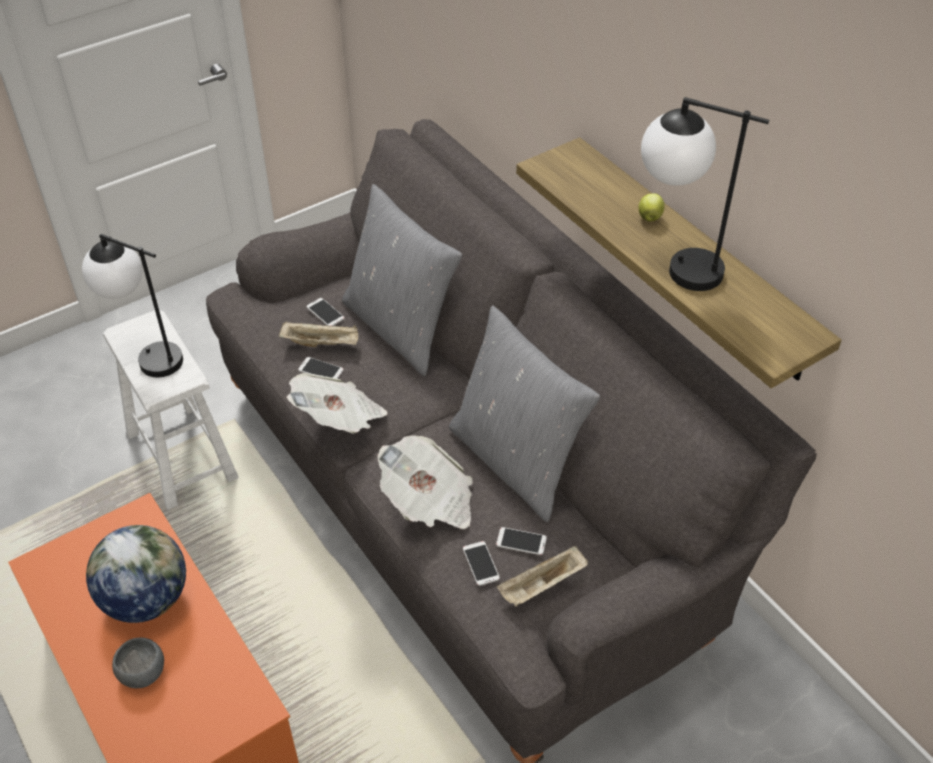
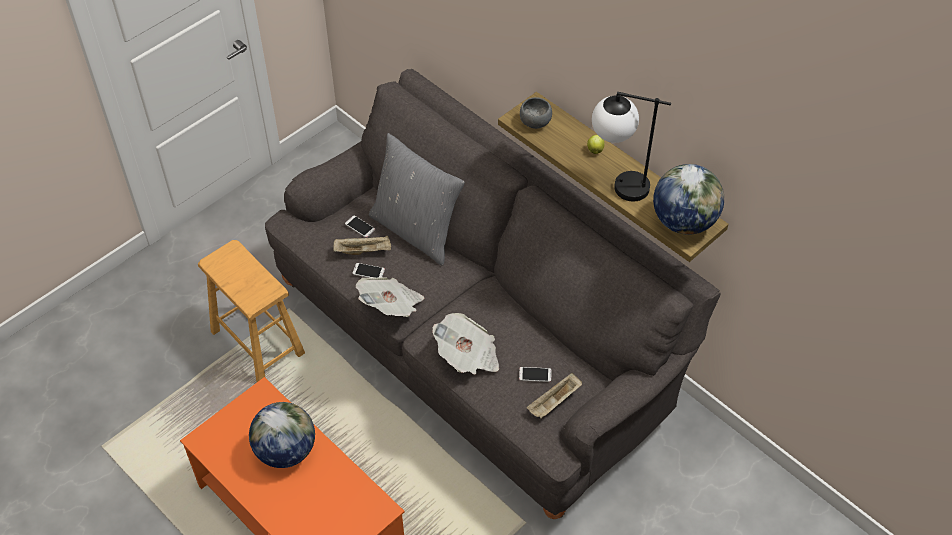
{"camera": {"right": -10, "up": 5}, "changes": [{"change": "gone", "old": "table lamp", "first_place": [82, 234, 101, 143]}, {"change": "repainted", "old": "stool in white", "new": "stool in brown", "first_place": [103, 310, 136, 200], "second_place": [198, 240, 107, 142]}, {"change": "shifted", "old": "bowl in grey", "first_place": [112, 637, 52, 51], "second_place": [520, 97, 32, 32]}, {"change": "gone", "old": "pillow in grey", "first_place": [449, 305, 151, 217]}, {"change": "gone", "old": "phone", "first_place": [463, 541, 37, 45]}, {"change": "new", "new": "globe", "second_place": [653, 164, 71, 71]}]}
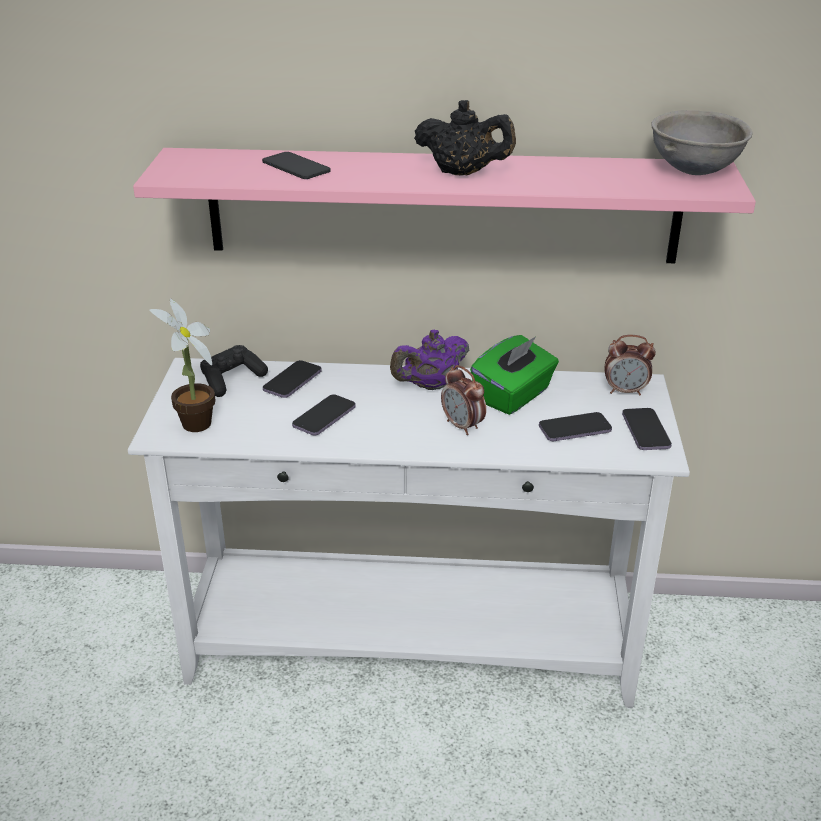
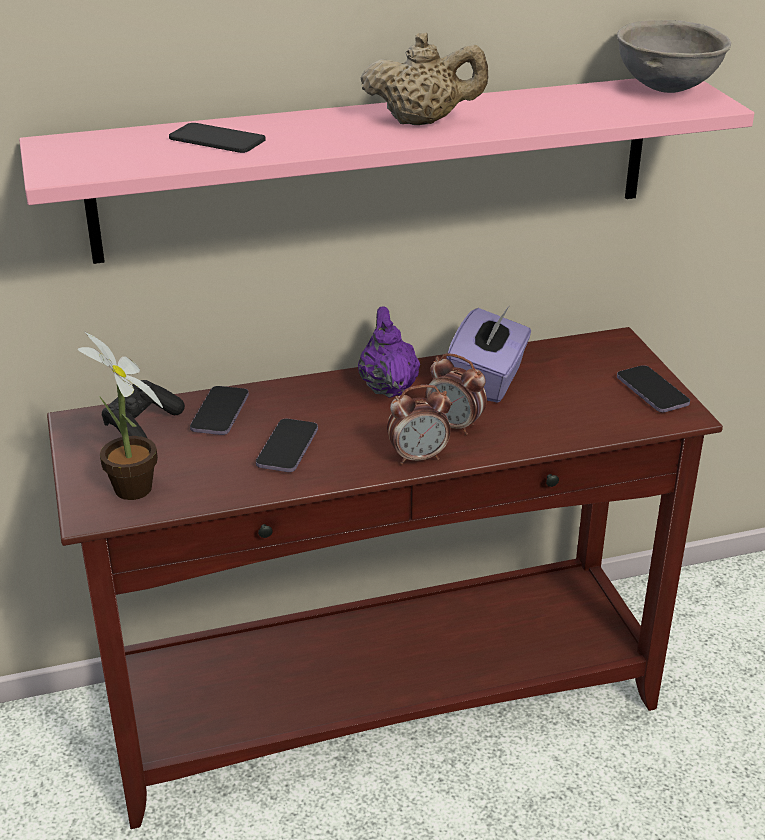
{"camera": {"right": -20, "up": 0}, "changes": [{"change": "repainted", "old": "console table in white", "new": "console table in brown", "first_place": [128, 358, 562, 350], "second_place": [47, 327, 676, 502]}, {"change": "rotated", "old": "teapot in purple", "first_place": [390, 330, 79, 60], "second_place": [358, 306, 62, 92], "degrees": 135}, {"change": "repainted", "old": "teapot in black", "new": "teapot in beige", "first_place": [414, 100, 102, 75], "second_place": [360, 33, 128, 92]}, {"change": "repainted", "old": "tissue box in green", "new": "tissue box in purple", "first_place": [470, 335, 89, 80], "second_place": [446, 305, 85, 98]}, {"change": "gone", "old": "phone", "first_place": [539, 412, 73, 29]}, {"change": "shifted", "old": "alarm clock", "first_place": [604, 335, 52, 61], "second_place": [387, 385, 64, 80]}]}
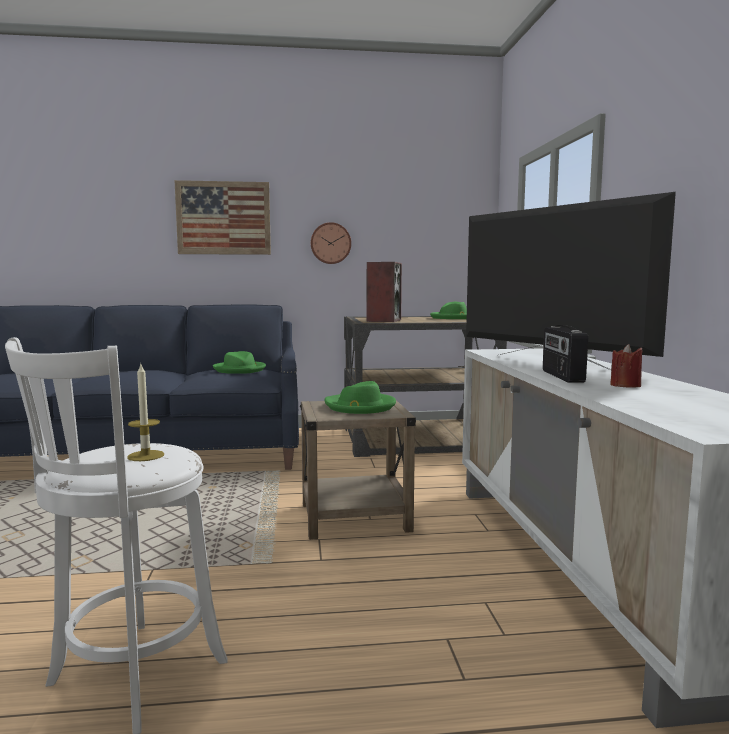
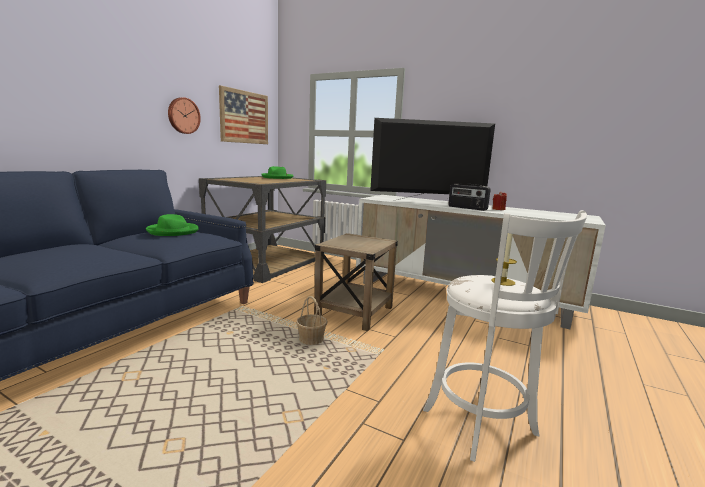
{"camera": {"right": -55, "up": 5}, "changes": [{"change": "shifted", "old": "picture", "first_place": [175, 180, 96, 75], "second_place": [219, 85, 49, 59]}, {"change": "gone", "old": "hat in green", "first_place": [325, 381, 71, 33]}, {"change": "gone", "old": "speaker", "first_place": [367, 262, 35, 60]}, {"change": "new", "new": "basket", "second_place": [296, 296, 32, 49]}]}
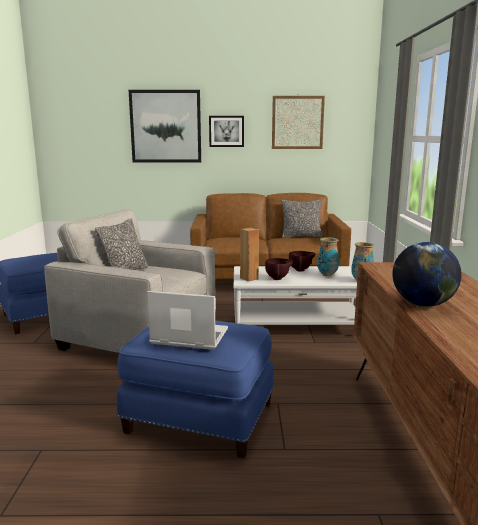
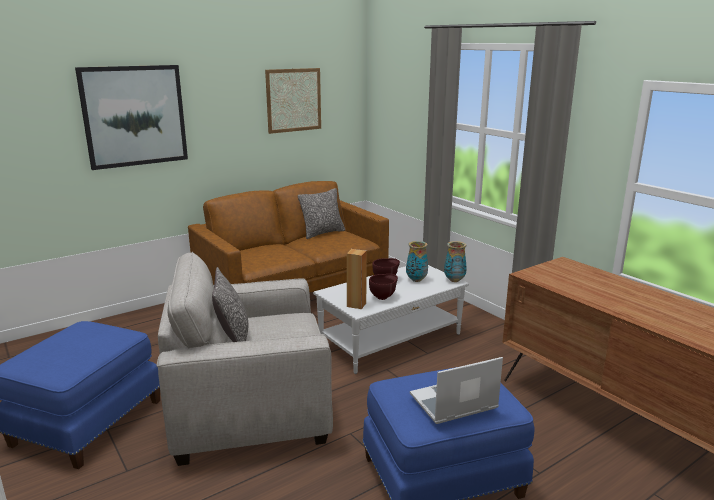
{"camera": {"right": -35, "up": 5}, "changes": [{"change": "gone", "old": "picture", "first_place": [209, 116, 35, 31]}, {"change": "gone", "old": "globe", "first_place": [392, 242, 69, 65]}]}
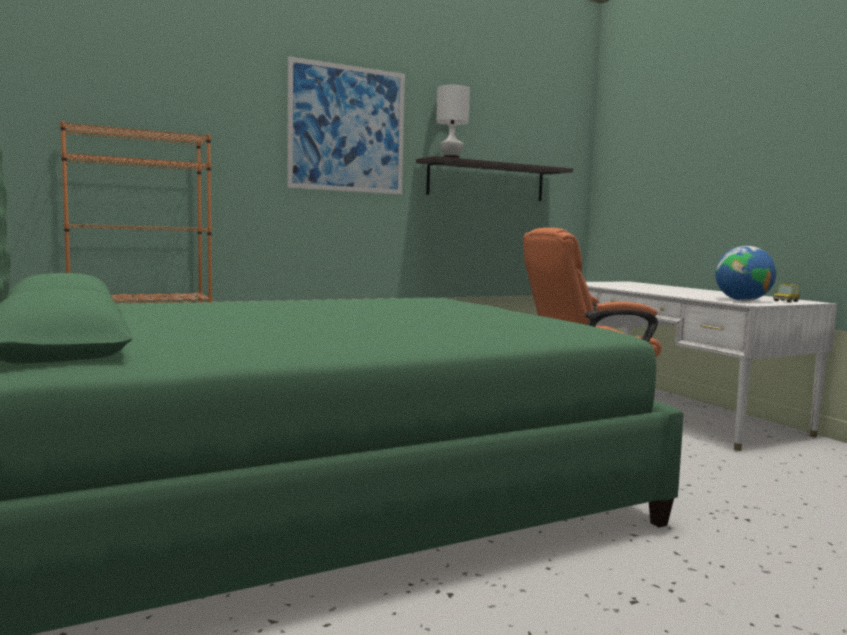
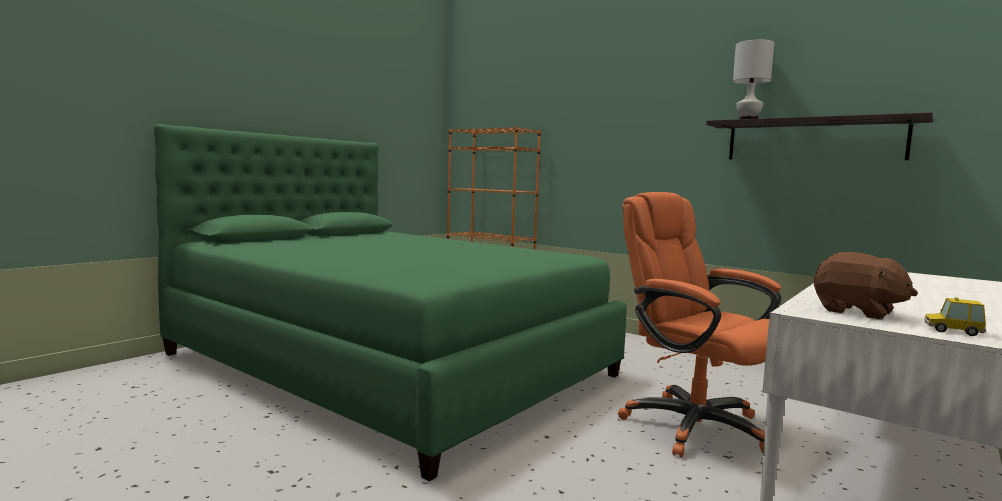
{"camera": {"right": 65, "up": 0}, "changes": [{"change": "gone", "old": "picture", "first_place": [287, 56, 118, 138]}, {"change": "swapped", "old": "globe", "new": "plush toy in brown", "first_place": [715, 246, 61, 55], "second_place": [814, 252, 104, 68]}]}
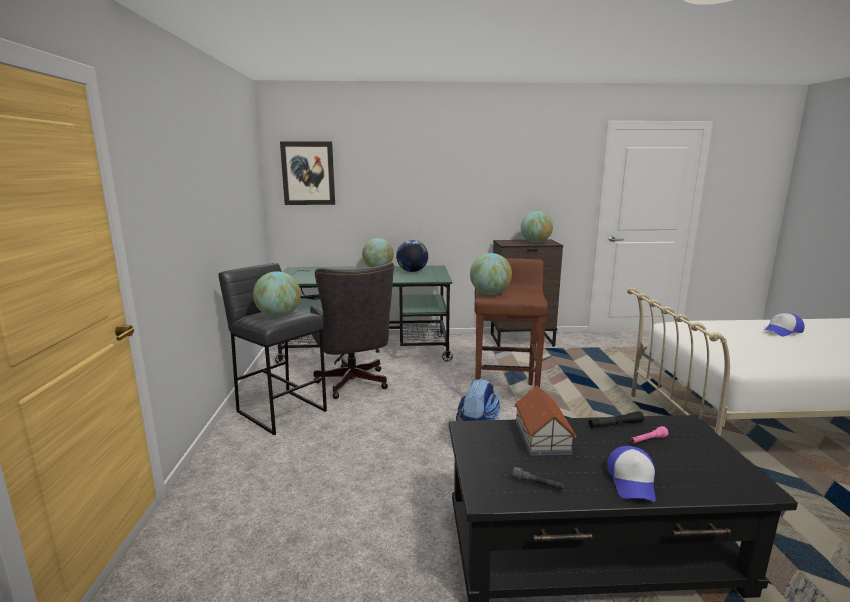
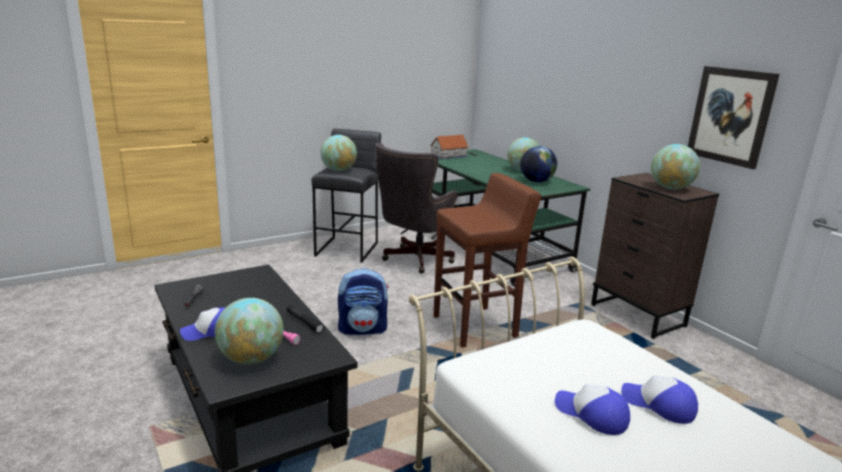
{"camera": {"right": 60, "up": 5}, "changes": [{"change": "shifted", "old": "picture", "first_place": [280, 141, 55, 64], "second_place": [688, 66, 91, 103]}, {"change": "shifted", "old": "globe", "first_place": [470, 253, 42, 42], "second_place": [215, 298, 69, 66]}, {"change": "shifted", "old": "toy house", "first_place": [515, 385, 62, 71], "second_place": [430, 135, 39, 25]}, {"change": "new", "new": "cap", "second_place": [555, 384, 75, 51]}]}
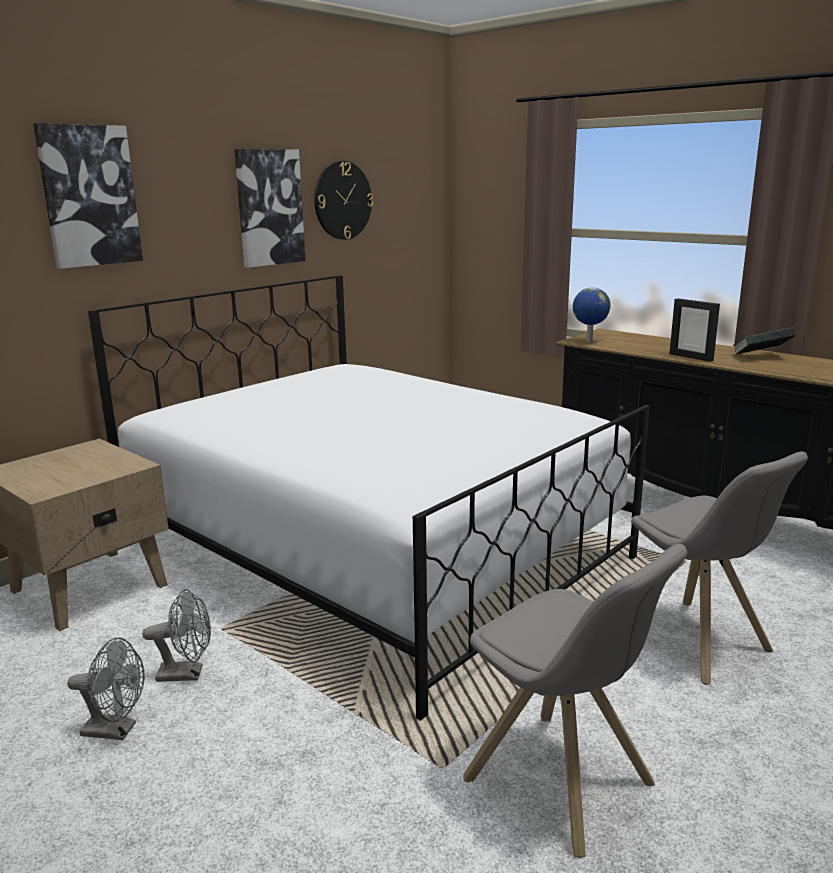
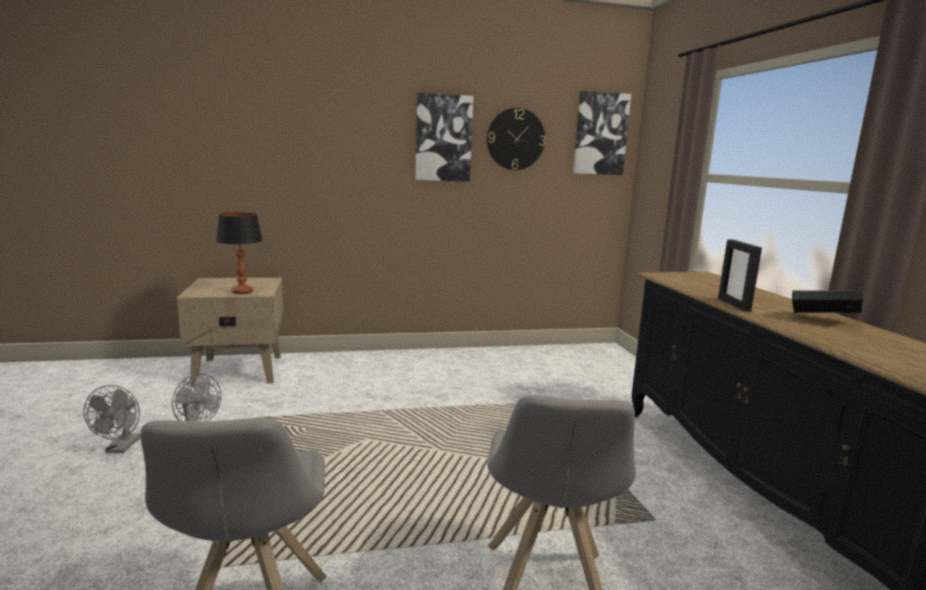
{"camera": {"right": 35, "up": -5}, "changes": [{"change": "shifted", "old": "picture", "first_place": [33, 123, 110, 146], "second_place": [573, 91, 58, 84]}, {"change": "rotated", "old": "fan in grey", "first_place": [67, 637, 78, 103], "second_place": [83, 385, 58, 68], "degrees": 45}, {"change": "gone", "old": "bed in white", "first_place": [88, 275, 562, 446]}, {"change": "gone", "old": "globe", "first_place": [573, 287, 38, 55]}, {"change": "new", "new": "table lamp", "second_place": [216, 213, 47, 81]}]}
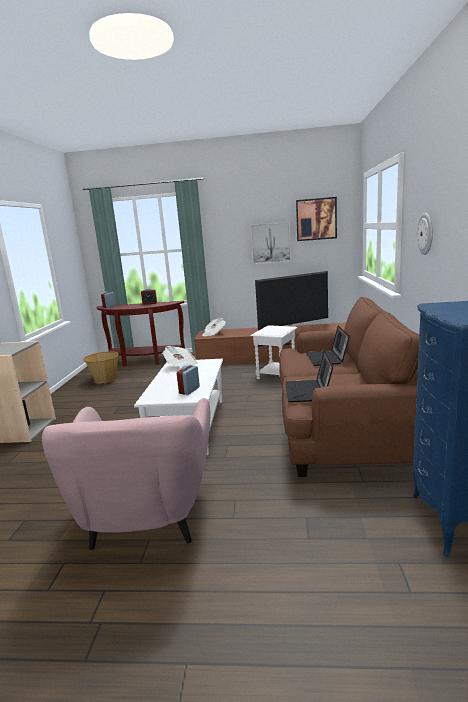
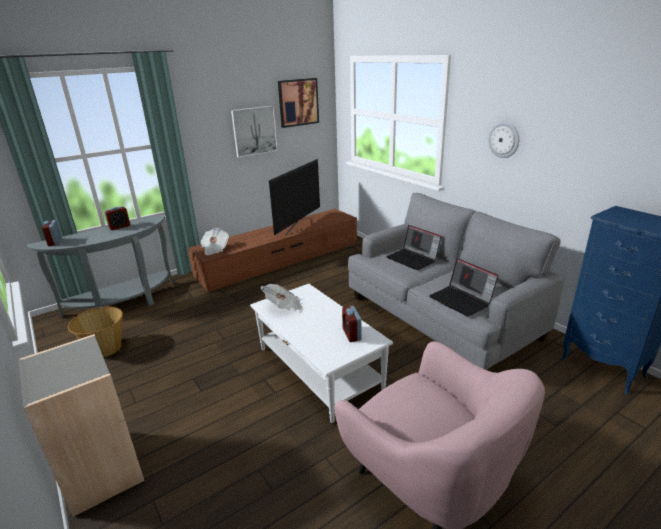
{"camera": {"right": -40, "up": 10}, "changes": [{"change": "repainted", "old": "console table in brown", "new": "console table in grey", "first_place": [97, 301, 88, 65], "second_place": [27, 215, 147, 103]}, {"change": "gone", "old": "side table in white", "first_place": [250, 325, 47, 54]}, {"change": "repainted", "old": "sofa in brown", "new": "sofa in grey", "first_place": [279, 297, 140, 180], "second_place": [348, 193, 216, 177]}]}
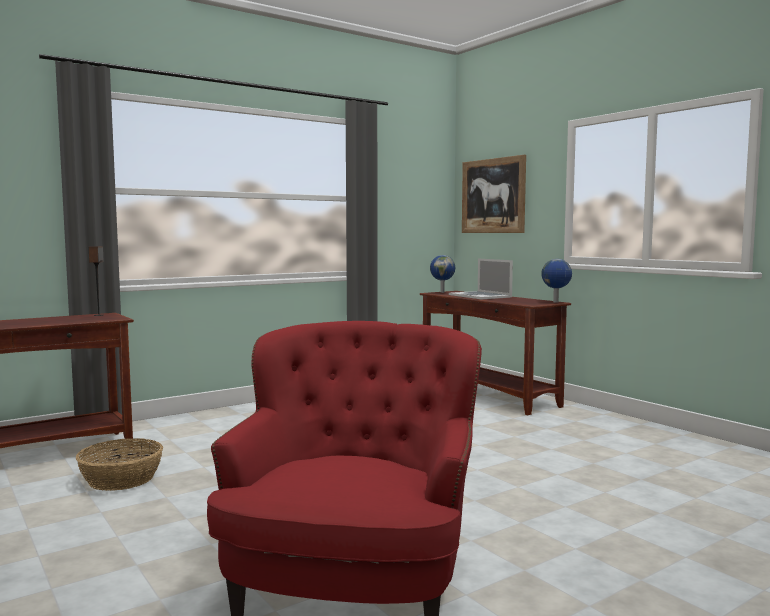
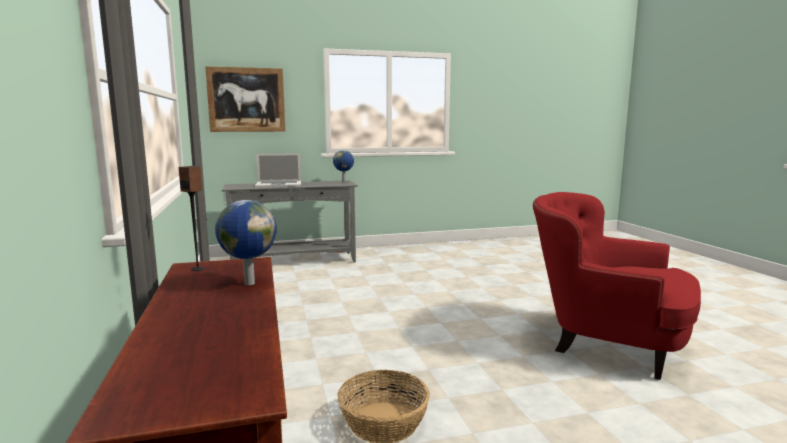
{"camera": {"right": -70, "up": 5}, "changes": [{"change": "repainted", "old": "console table in brown", "new": "console table in grey", "first_place": [420, 291, 151, 124], "second_place": [222, 180, 136, 82]}, {"change": "shifted", "old": "globe", "first_place": [430, 255, 25, 38], "second_place": [215, 200, 62, 85]}]}
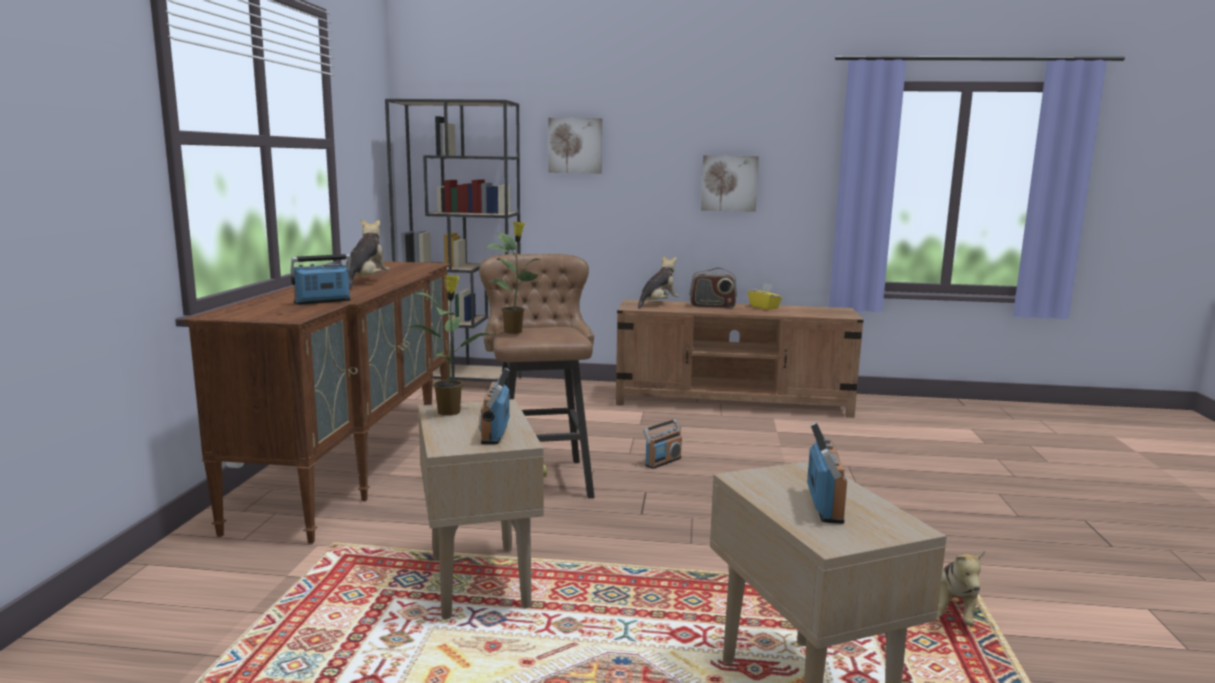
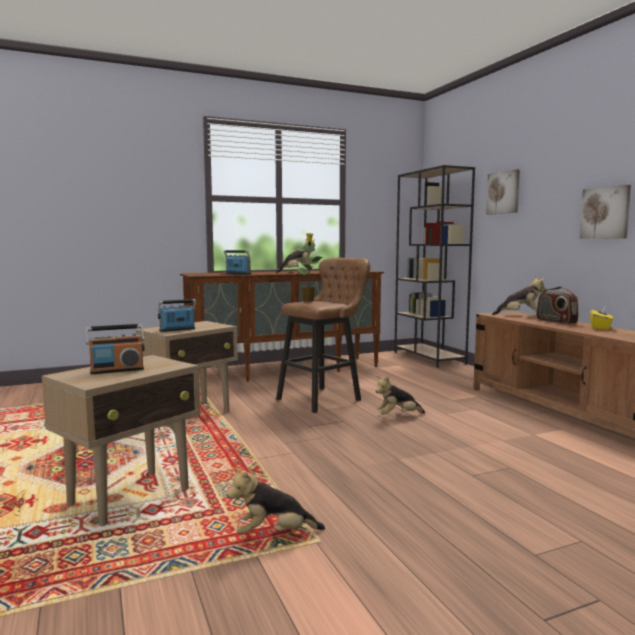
{"camera": {"right": 60, "up": -5}, "changes": [{"change": "gone", "old": "potted plant", "first_place": [405, 275, 90, 141]}, {"change": "swapped", "old": "radio", "new": "plush toy", "first_place": [643, 419, 39, 50], "second_place": [376, 376, 49, 38]}]}
